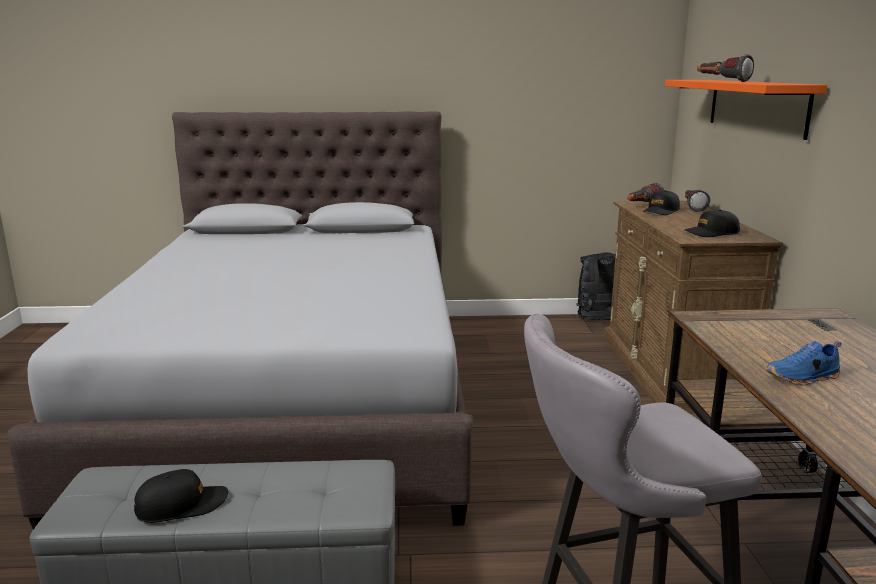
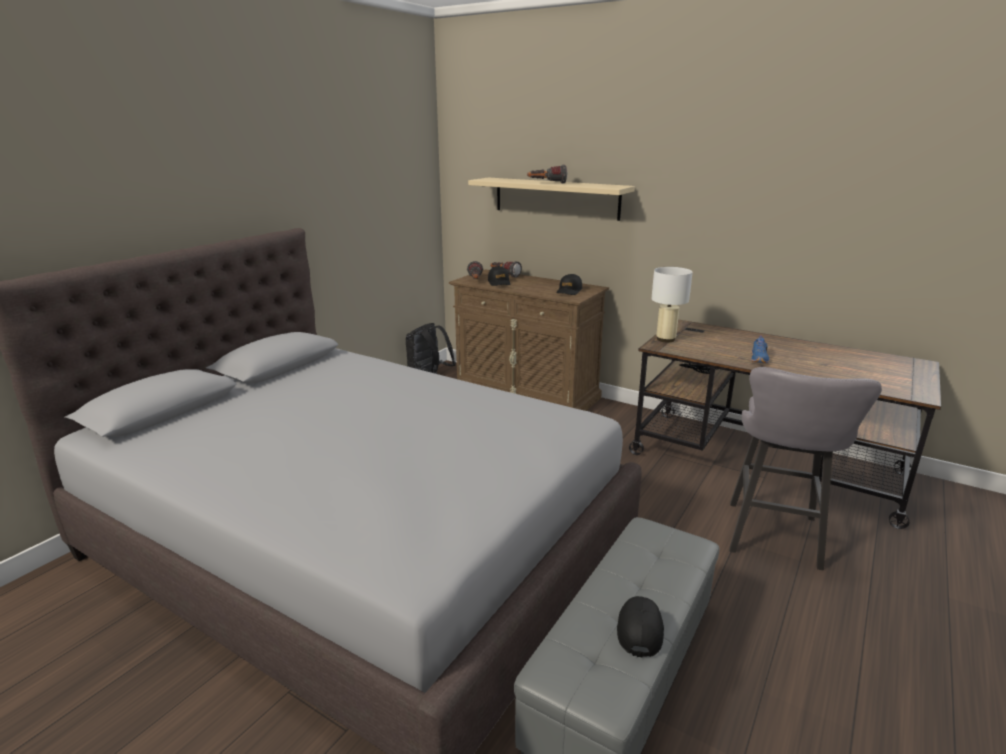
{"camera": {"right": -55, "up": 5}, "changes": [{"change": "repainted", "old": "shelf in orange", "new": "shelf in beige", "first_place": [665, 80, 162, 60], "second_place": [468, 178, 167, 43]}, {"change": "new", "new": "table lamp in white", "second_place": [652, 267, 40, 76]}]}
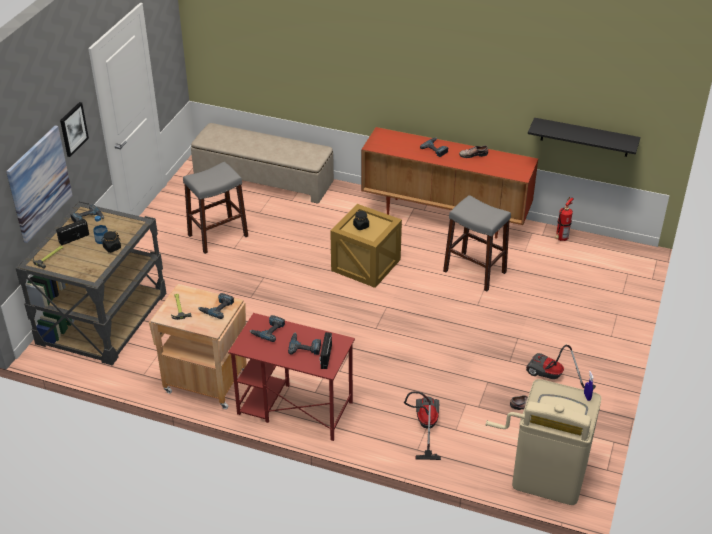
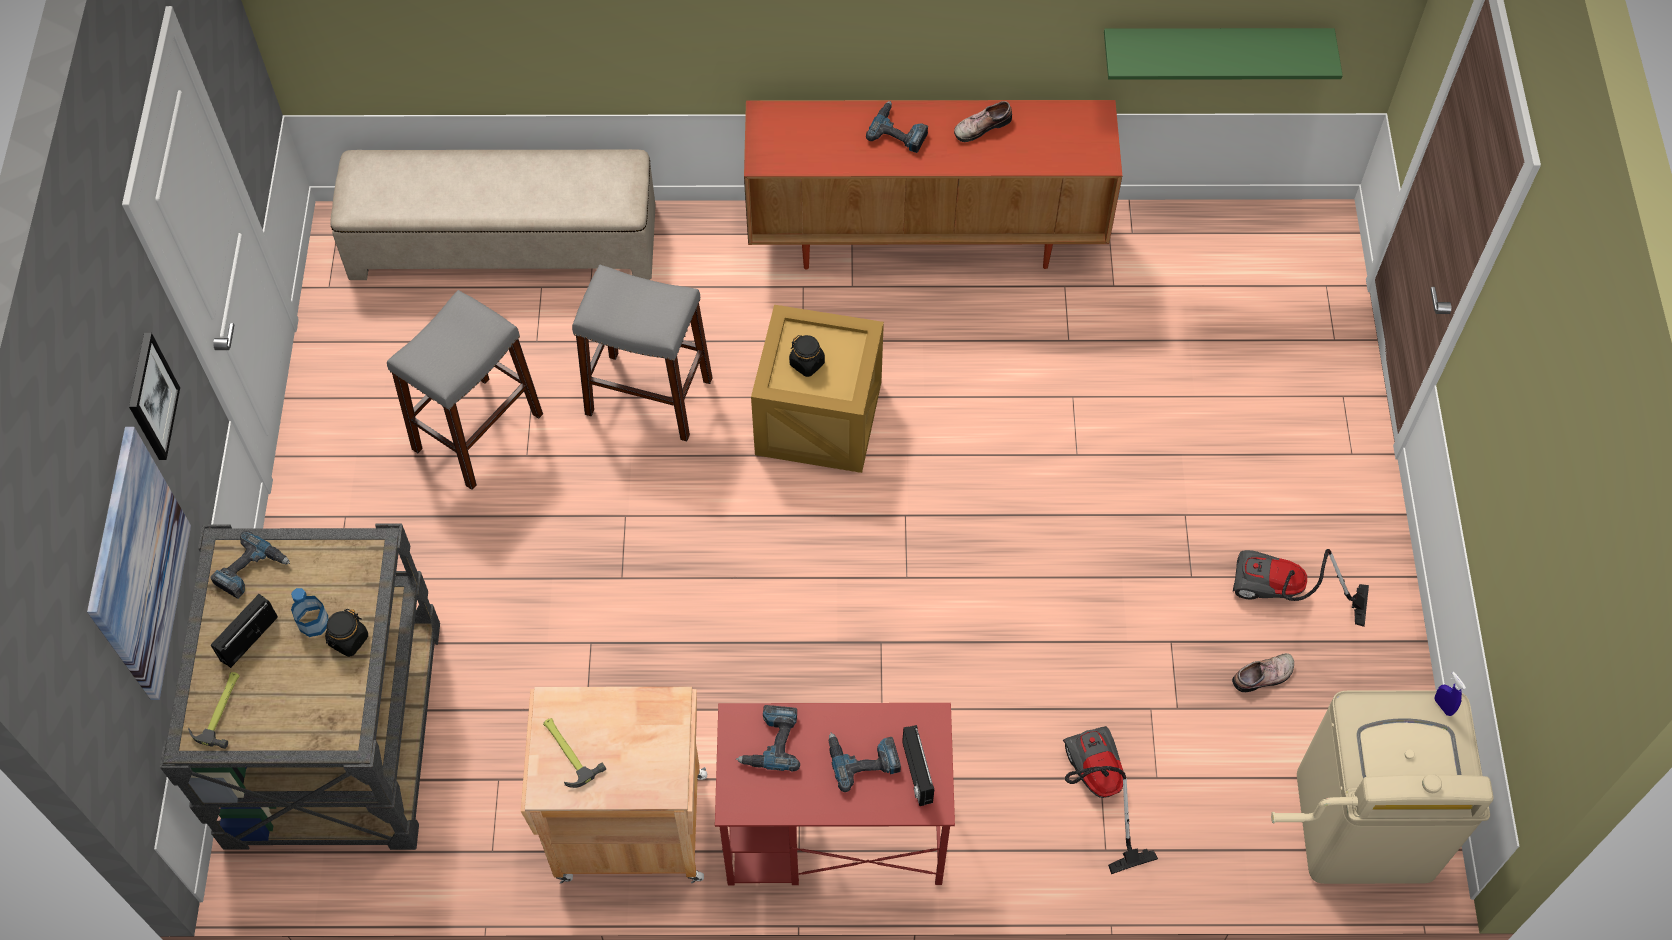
{"camera": {"right": -20, "up": 20}, "changes": [{"change": "gone", "old": "power drill", "first_place": [198, 293, 36, 26]}, {"change": "shifted", "old": "stool in grey", "first_place": [443, 195, 68, 96], "second_place": [572, 265, 141, 176]}, {"change": "repainted", "old": "shelf in black", "new": "shelf in green", "first_place": [528, 118, 112, 39], "second_place": [1104, 28, 239, 52]}, {"change": "gone", "old": "fire extinguisher", "first_place": [555, 197, 19, 44]}]}
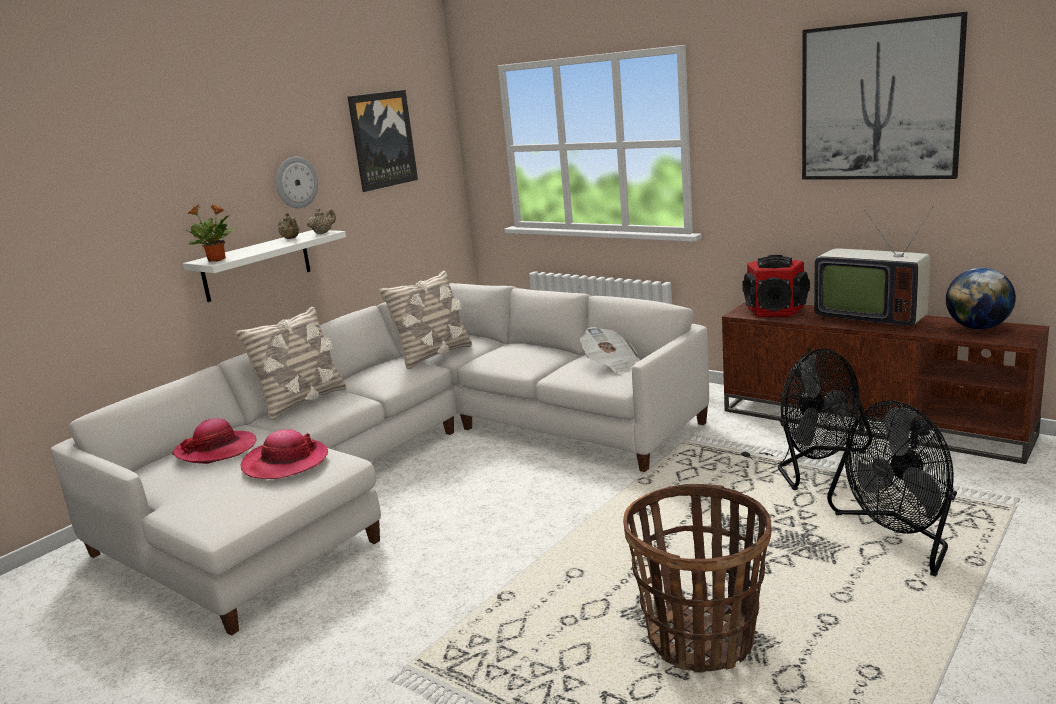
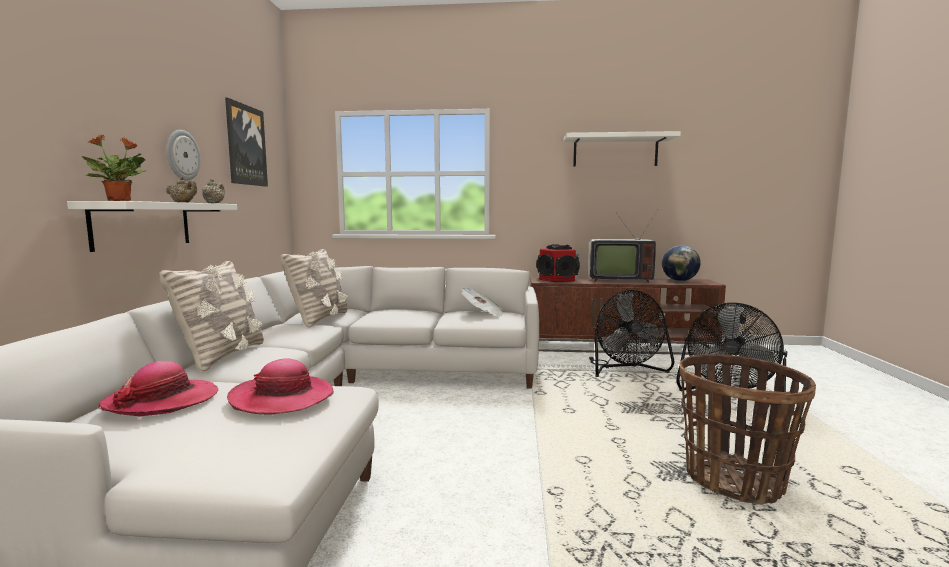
{"camera": {"right": -35, "up": -10}, "changes": [{"change": "rotated", "old": "fan in black", "first_place": [741, 349, 132, 141], "second_place": [589, 290, 85, 87], "degrees": 60}, {"change": "swapped", "old": "picture", "new": "shelf in white", "first_place": [802, 12, 166, 168], "second_place": [564, 131, 117, 36]}]}
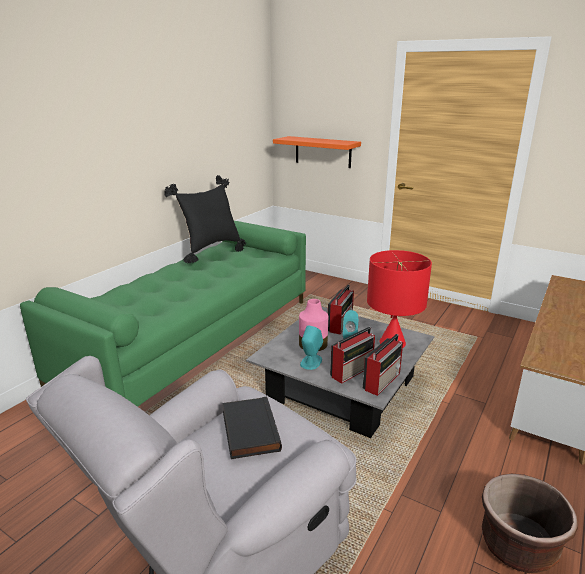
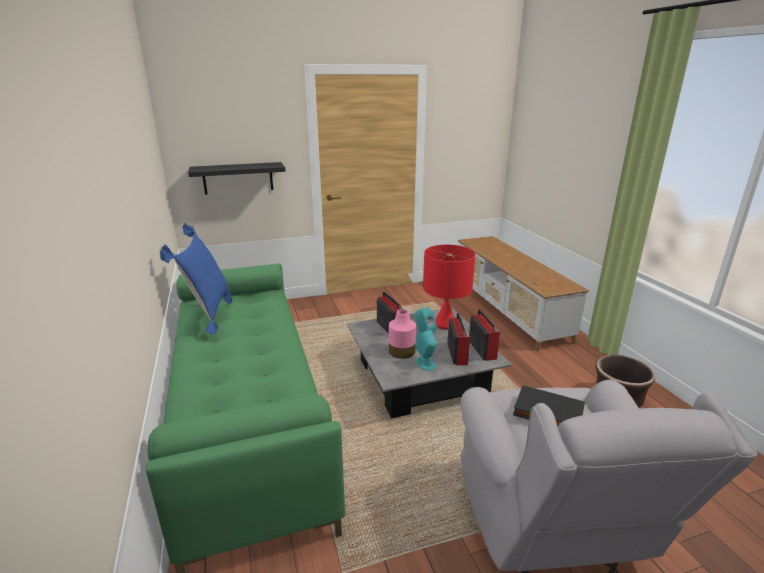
{"camera": {"right": -50, "up": 0}, "changes": [{"change": "repainted", "old": "pillow in black", "new": "pillow in blue", "first_place": [164, 176, 82, 88], "second_place": [159, 224, 74, 111]}, {"change": "repainted", "old": "shelf in orange", "new": "shelf in black", "first_place": [273, 136, 88, 32], "second_place": [188, 162, 98, 32]}]}
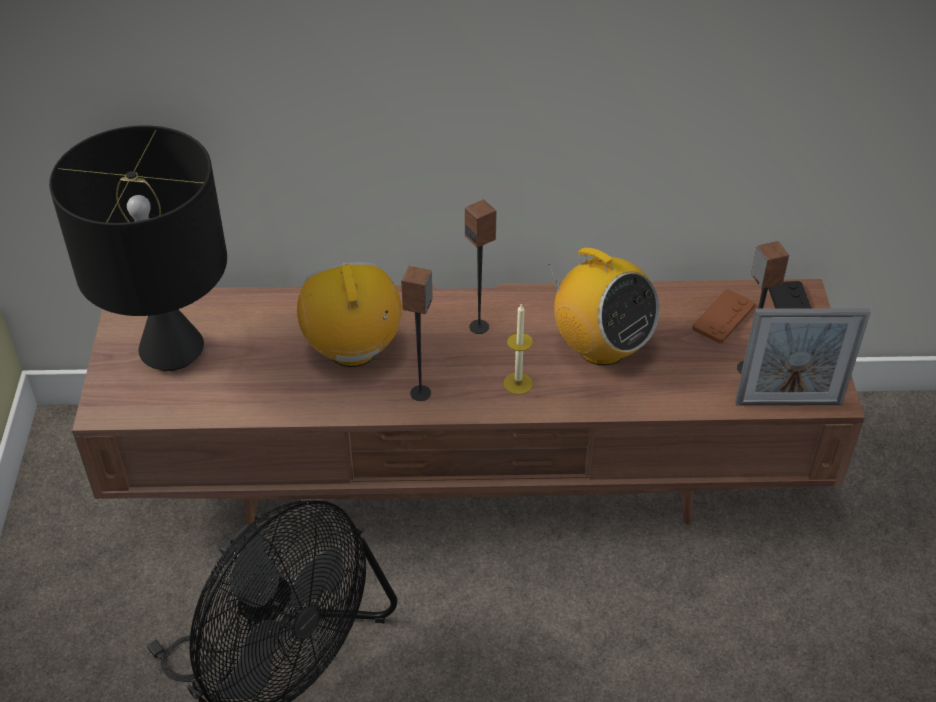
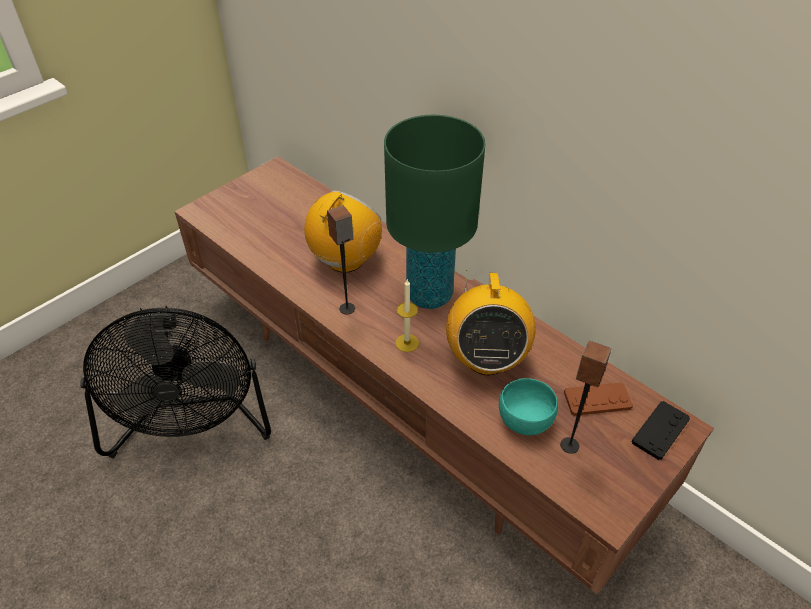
{"camera": {"right": 45, "up": 0}, "changes": [{"change": "gone", "old": "table lamp in black", "first_place": [49, 125, 178, 246]}, {"change": "swapped", "old": "speaker", "new": "table lamp in green", "first_place": [465, 199, 32, 135], "second_place": [384, 115, 102, 194]}, {"change": "gone", "old": "picture frame", "first_place": [735, 308, 136, 98]}, {"change": "new", "new": "bowl in turquoise", "second_place": [499, 378, 59, 57]}]}
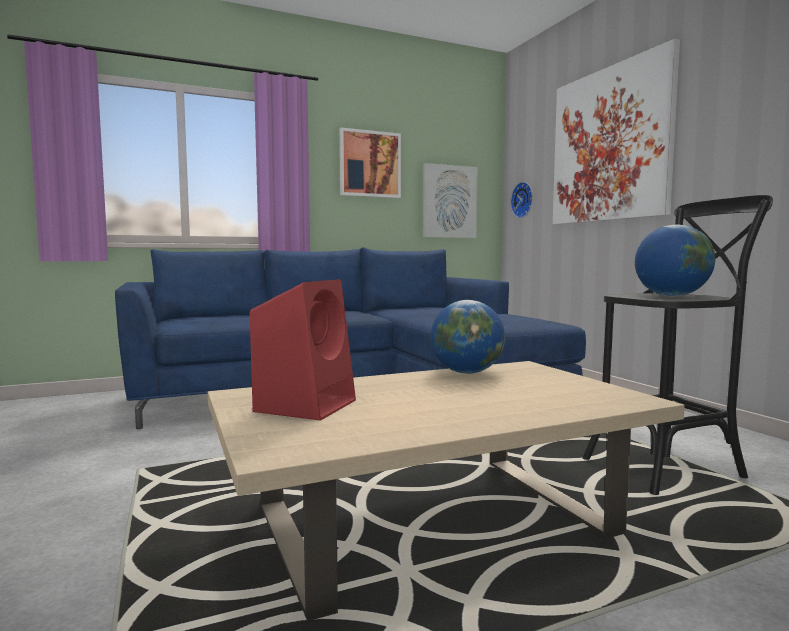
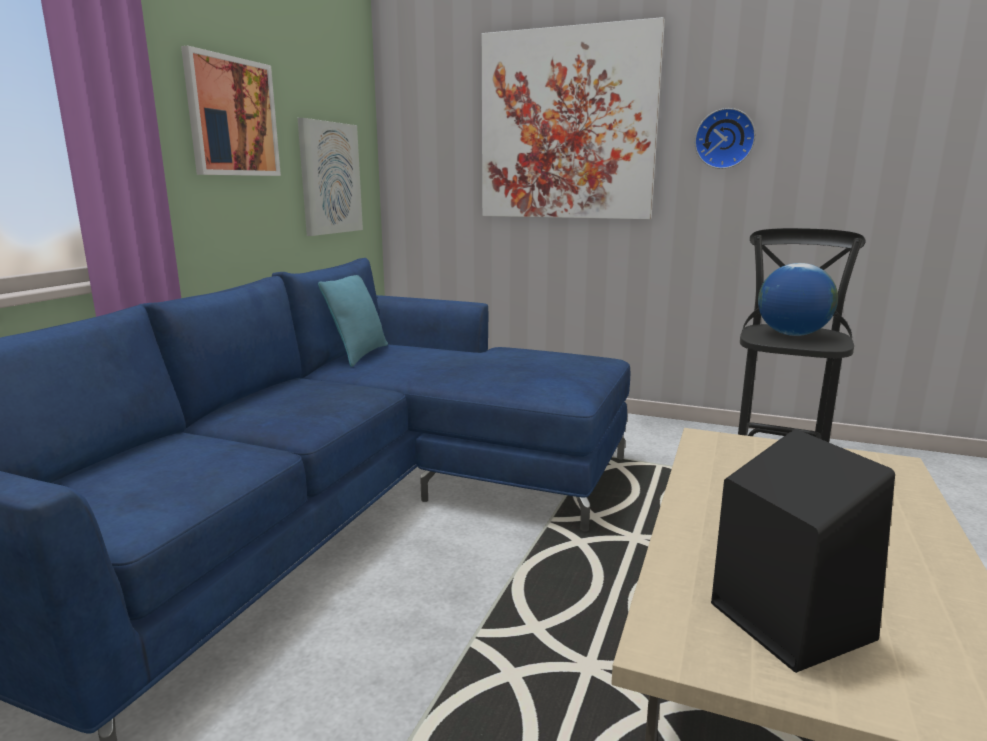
{"camera": {"right": -45, "up": 10}, "changes": [{"change": "repainted", "old": "speaker in red", "new": "speaker in black", "first_place": [250, 279, 106, 142], "second_place": [711, 429, 184, 244]}, {"change": "gone", "old": "globe", "first_place": [431, 300, 74, 74]}, {"change": "shifted", "old": "wall clock", "first_place": [511, 182, 22, 36], "second_place": [695, 108, 61, 61]}, {"change": "new", "new": "pillow in turquoise", "second_place": [318, 275, 70, 92]}]}
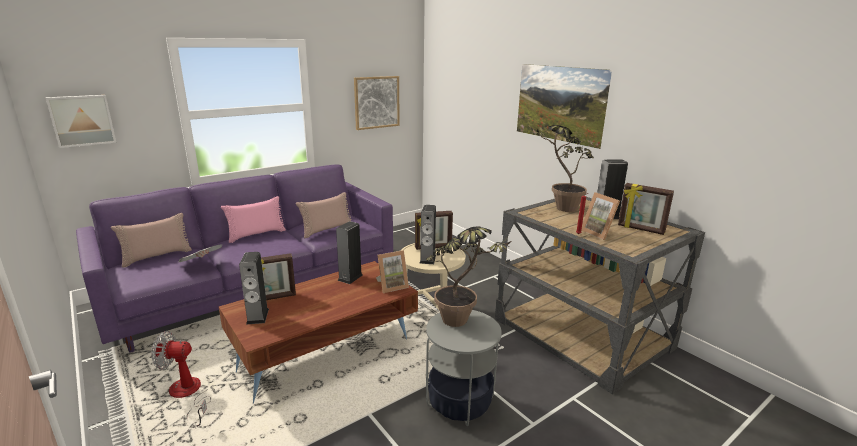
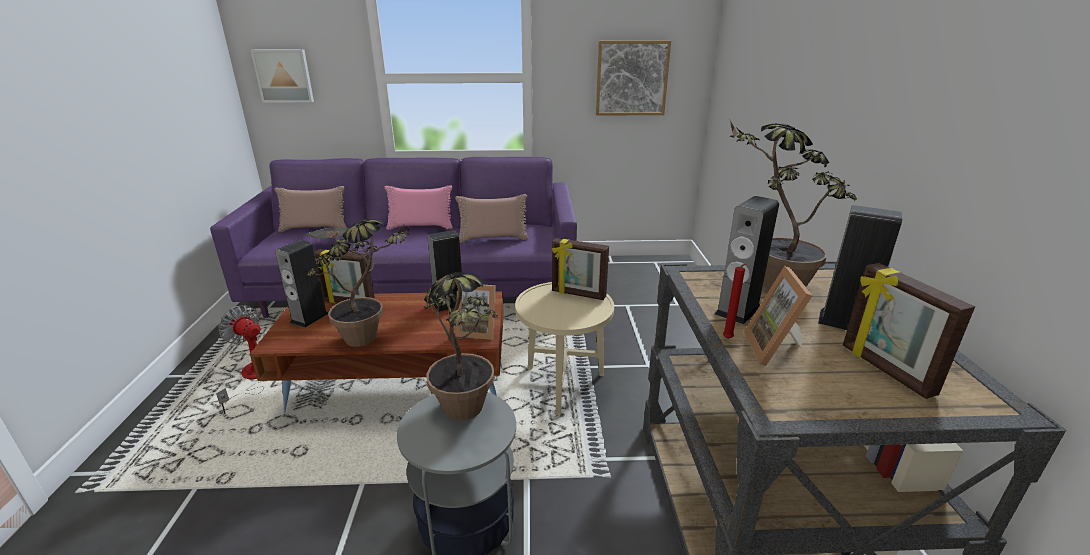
{"camera": {"right": 35, "up": 5}, "changes": [{"change": "shifted", "old": "speaker", "first_place": [419, 205, 17, 59], "second_place": [715, 196, 64, 129]}, {"change": "gone", "old": "picture", "first_place": [517, 64, 95, 85]}, {"change": "new", "new": "potted plant", "second_place": [307, 219, 104, 128]}]}
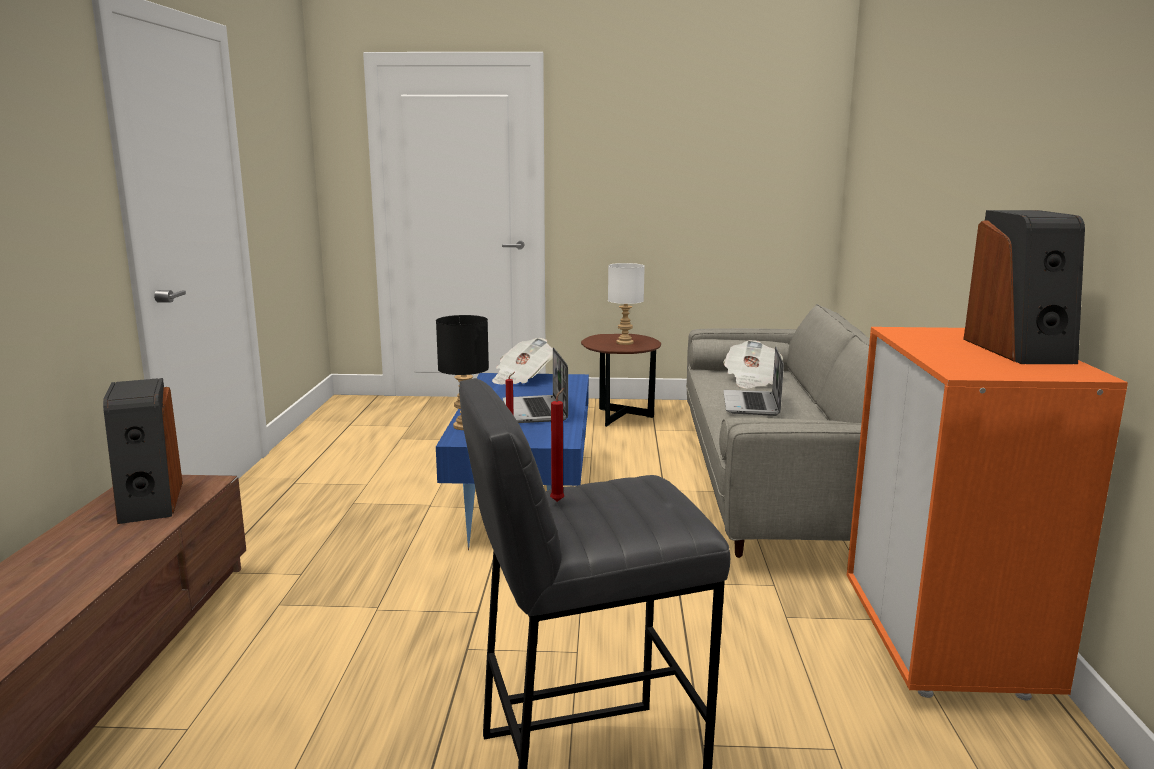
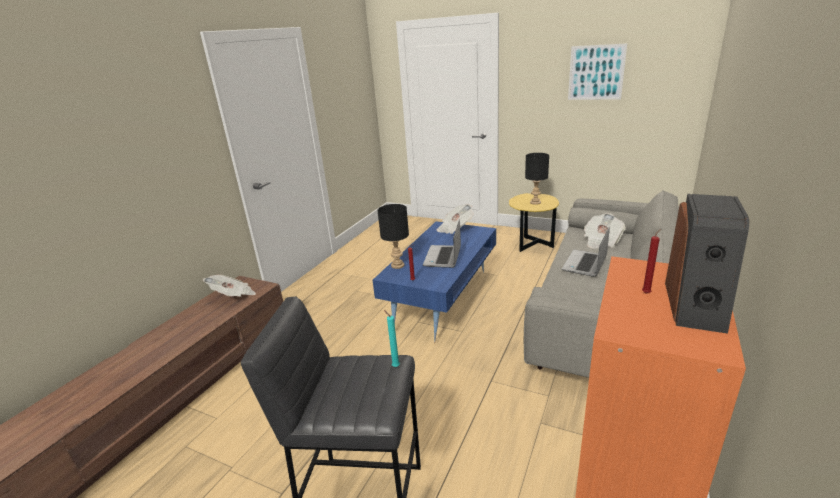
{"camera": {"right": 25, "up": 10}, "changes": [{"change": "swapped", "old": "speaker", "new": "newspaper", "first_place": [103, 378, 80, 146], "second_place": [202, 275, 54, 22]}, {"change": "shifted", "old": "candle in red", "first_place": [550, 388, 14, 114], "second_place": [642, 229, 19, 65]}, {"change": "repainted", "old": "side table in brown", "new": "side table in yellow", "first_place": [581, 334, 80, 93], "second_place": [509, 193, 50, 59]}, {"change": "repainted", "old": "table lamp in white", "new": "table lamp in black", "first_place": [608, 263, 37, 82], "second_place": [525, 153, 24, 52]}, {"change": "new", "new": "candle in turquoise", "second_place": [384, 310, 16, 57]}, {"change": "new", "new": "picture", "second_place": [568, 43, 59, 57]}]}
